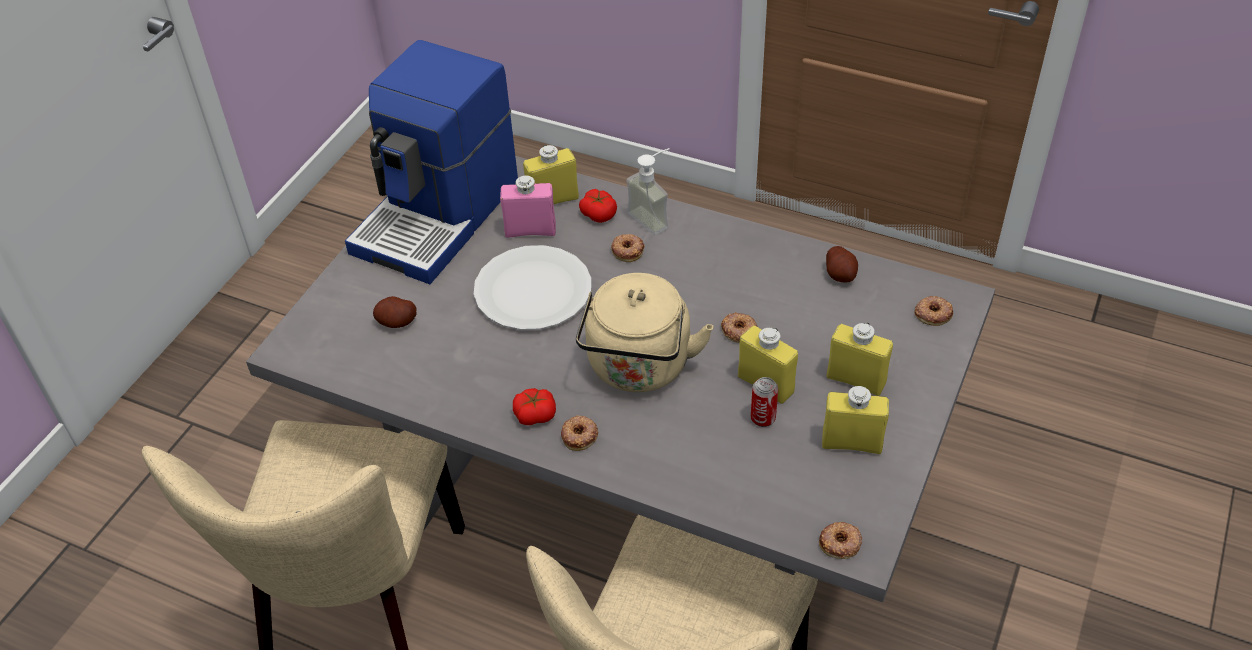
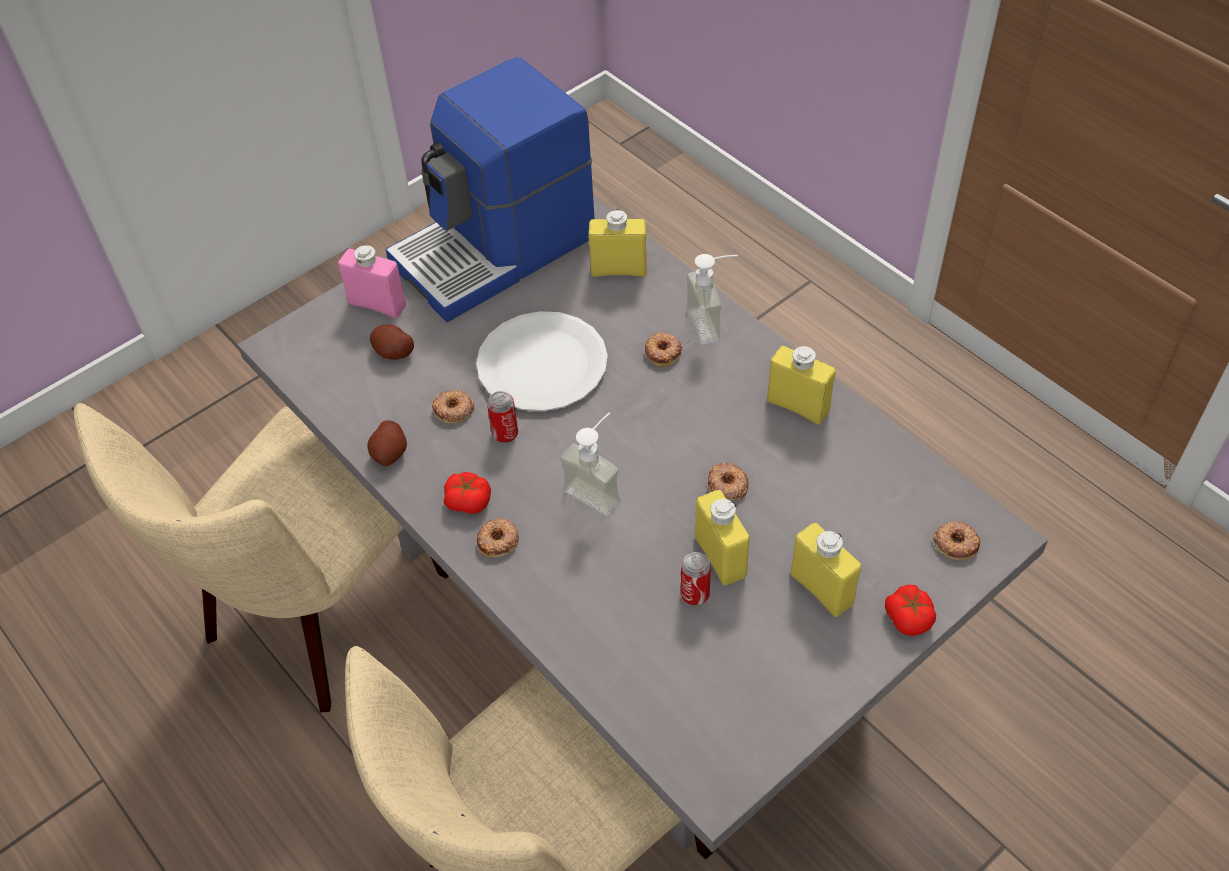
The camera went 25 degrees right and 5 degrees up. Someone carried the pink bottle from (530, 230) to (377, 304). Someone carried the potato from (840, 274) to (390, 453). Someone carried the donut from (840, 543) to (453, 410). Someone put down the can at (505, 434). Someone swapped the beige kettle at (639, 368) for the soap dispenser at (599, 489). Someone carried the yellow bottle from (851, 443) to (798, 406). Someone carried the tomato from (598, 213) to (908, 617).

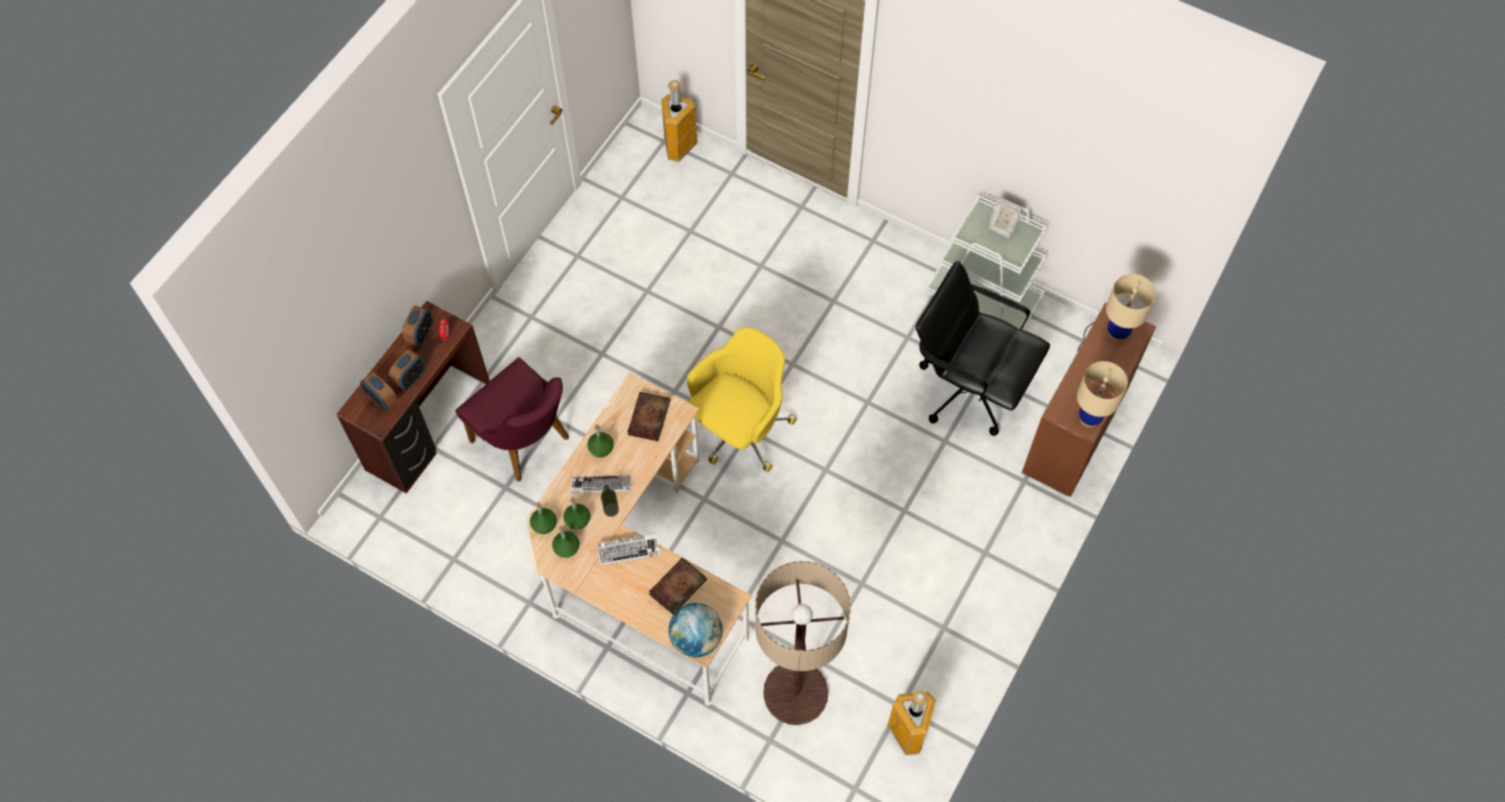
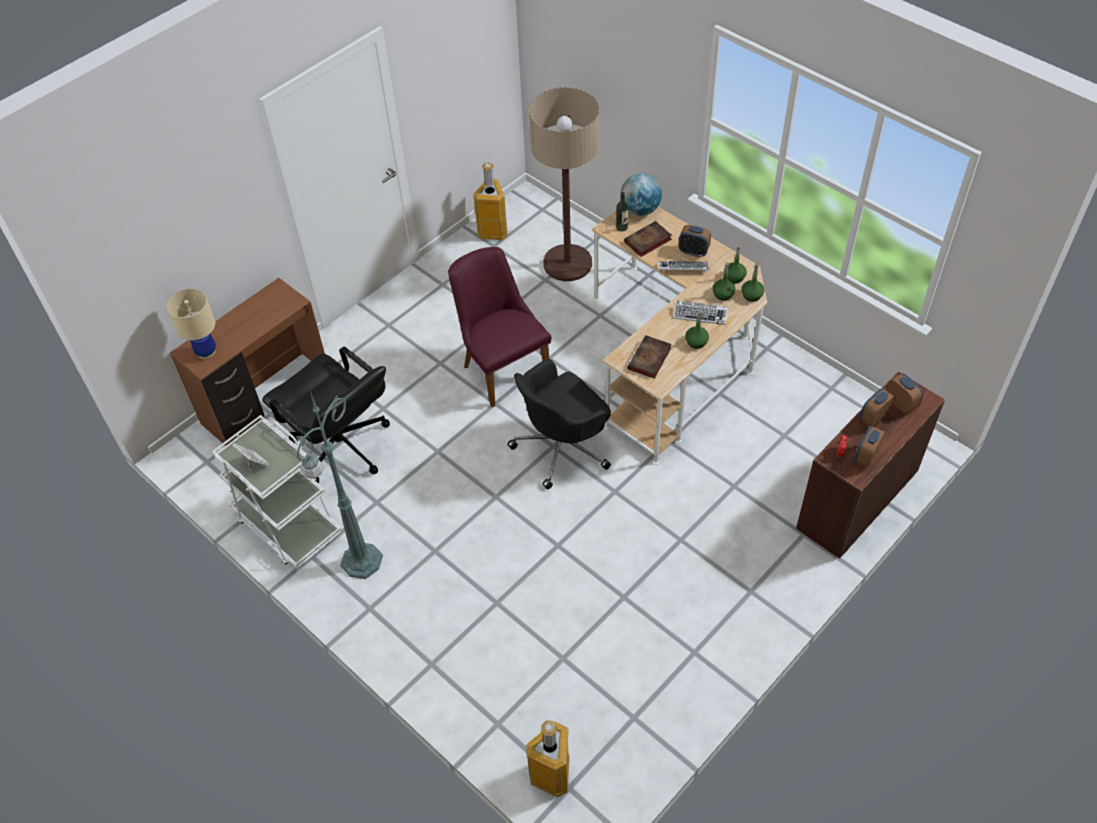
The camera went 165 degrees left and 10 degrees down. Someone put down the green floor lamp at (360, 562). Someone carried the purple chair from (527, 444) to (501, 366). Someone repainted the yellow office chair at (738, 430), which became the black office chair at (562, 447). Someone carried the bottle from (611, 509) to (621, 227). Someone put down the alarm clock at (693, 251). Someone took away the beige table lamp at (1089, 418).

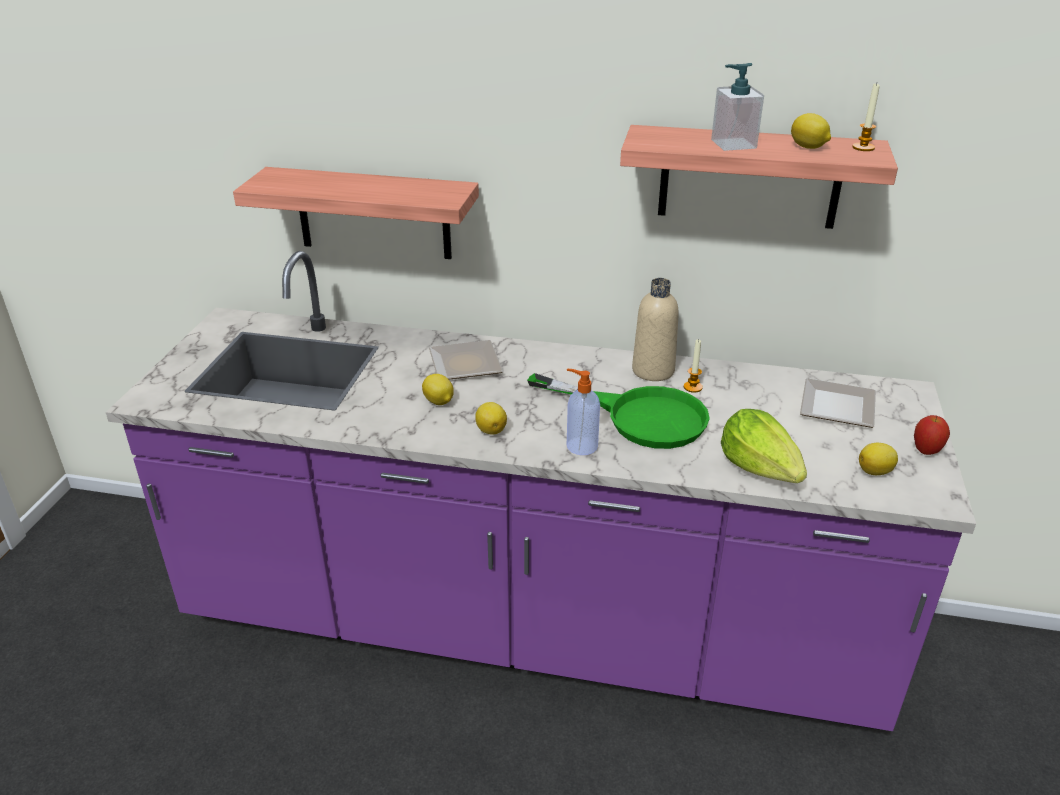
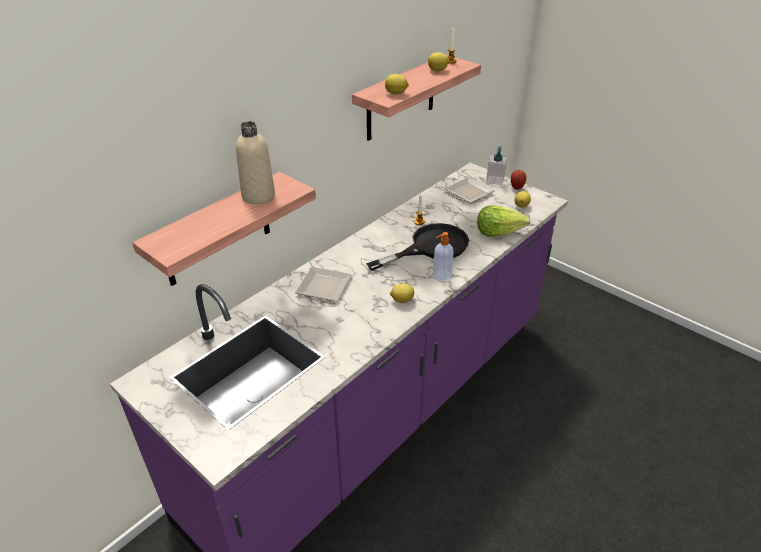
The camera went 60 degrees left and 5 degrees up. Someone carried the beige bottle from (653, 371) to (258, 196). Someone repainted the green frying pan at (639, 416), which became the black frying pan at (430, 247). Someone carried the lemon from (439, 402) to (396, 93). Someone carried the soap dispenser from (733, 144) to (495, 180).

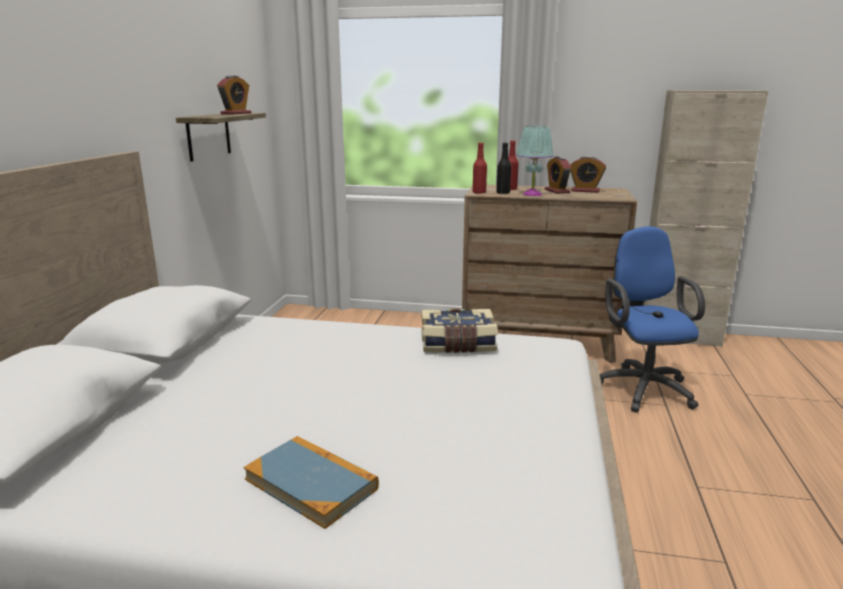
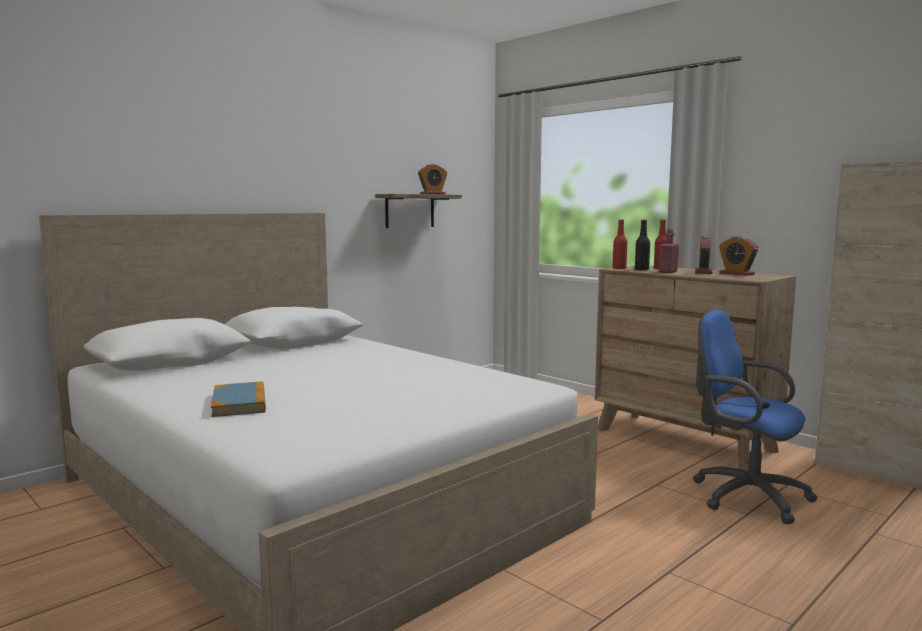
The camera went 35 degrees right and 10 degrees down. Someone swapped the turquoise table lamp at (532, 194) for the red bottle at (668, 272). Someone rotated the blue office chair at (642, 387) by 75 degrees counterclockwise. Someone took away the book at (458, 344).

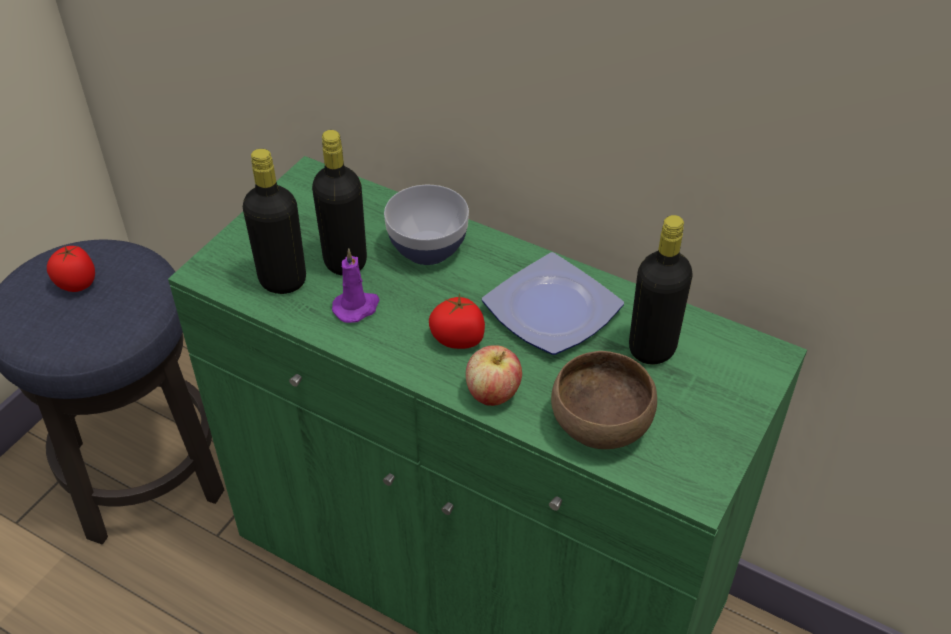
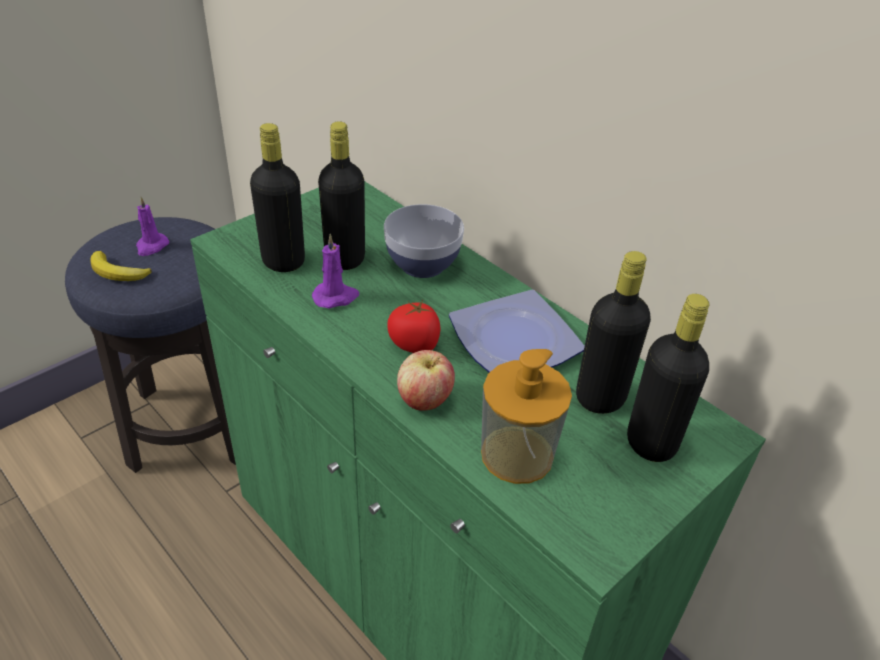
The camera went 15 degrees right and 5 degrees down. Someone put down the banana at (118, 272). Someone swapped the tomato at (77, 285) for the purple candle at (151, 246). Someone swapped the brown bowl at (598, 424) for the soap dispenser at (517, 454). Someone put down the black bottle at (651, 443).

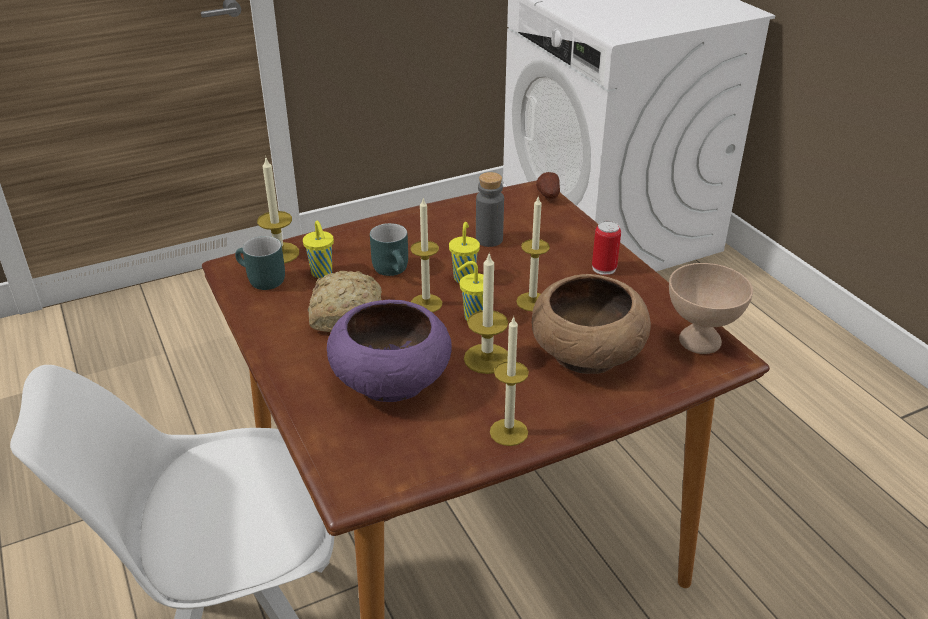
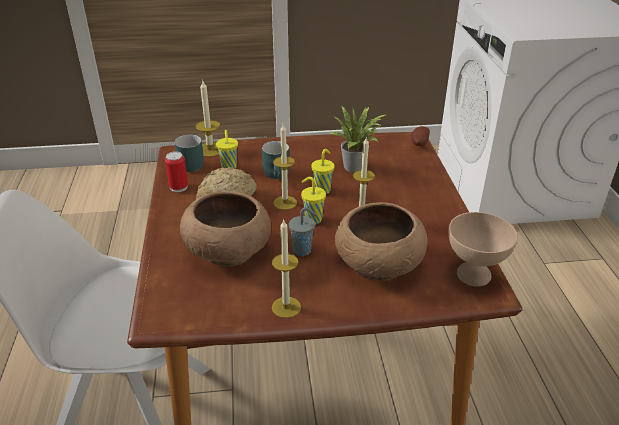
The camera went 20 degrees right and 0 degrees up. Someone carried the can from (604, 268) to (178, 187). Someone repainted the purple bowl at (391, 380), which became the brown bowl at (228, 250). Someone swapped the candle at (487, 358) for the grey cup at (303, 250). Someone swapped the grey bottle at (489, 240) for the potted plant at (357, 167).

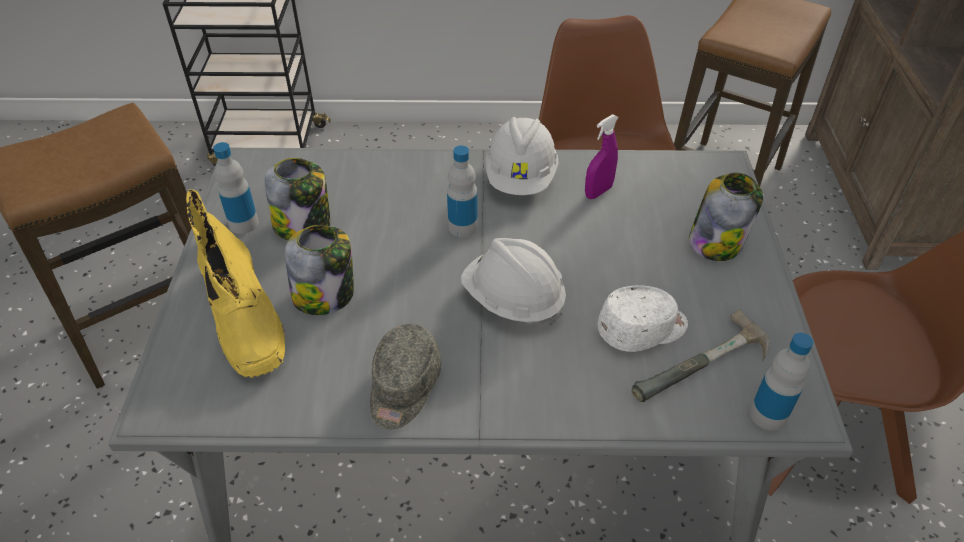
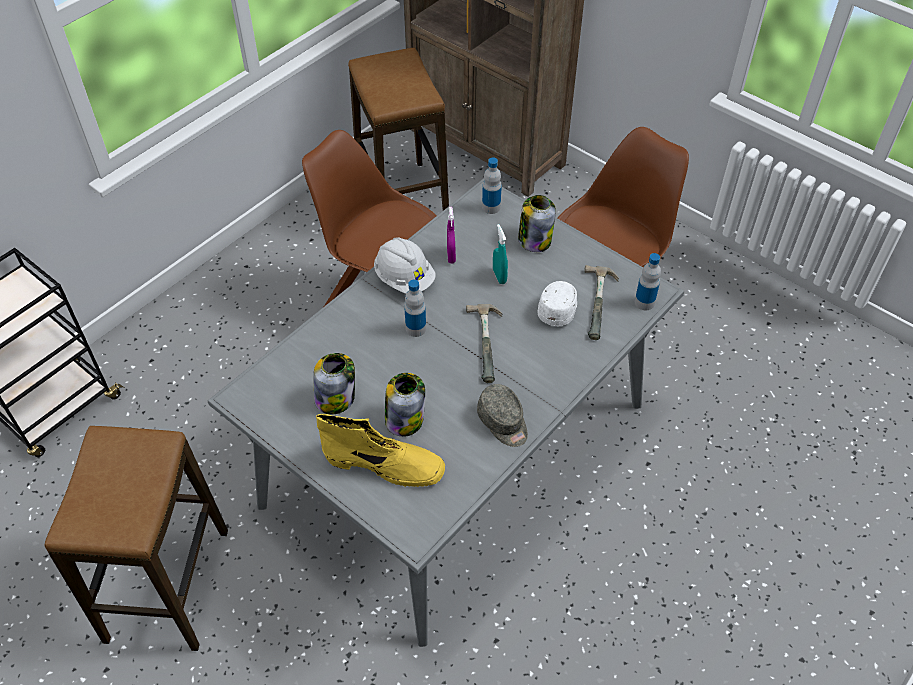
The camera went 50 degrees left and 5 degrees up. Someone swapped the white hard hat at (512, 300) for the hammer at (490, 343). Someone carried the bottle from (243, 223) to (491, 207). Someone put down the turquoise spray bottle at (499, 276).

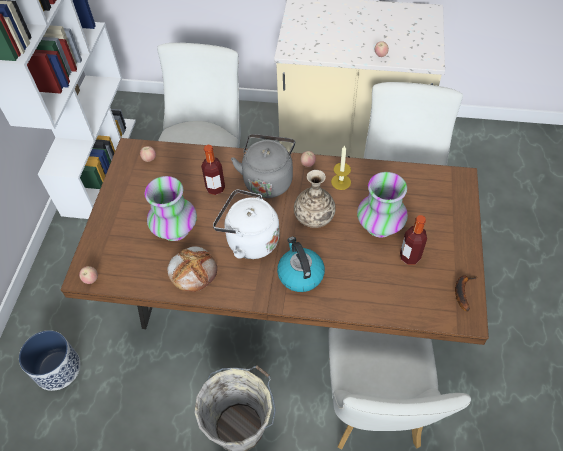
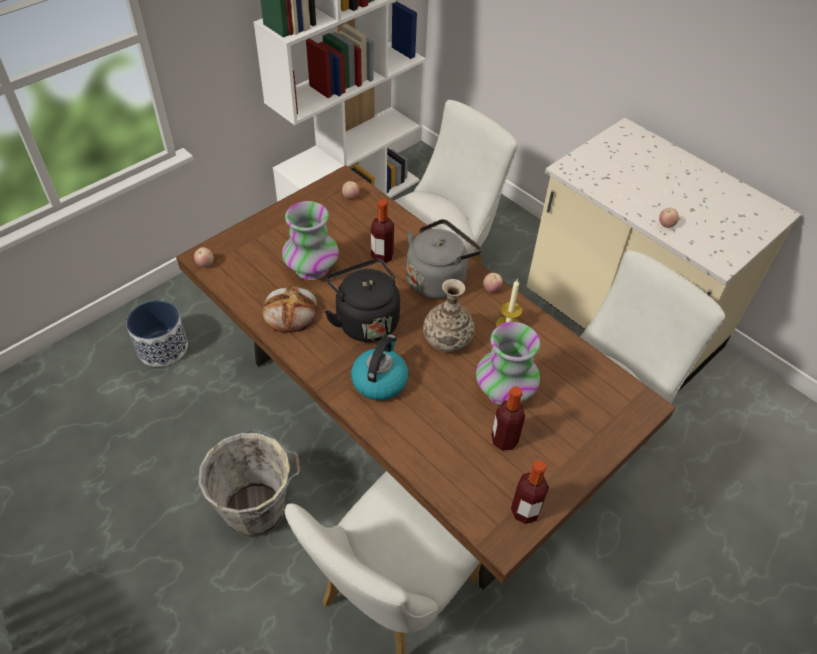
The camera went 35 degrees right and 5 degrees down. Someone repainted the white kettle at (249, 240), which became the black kettle at (365, 320). Someone swapped the banana at (462, 291) for the bottle at (525, 511).

